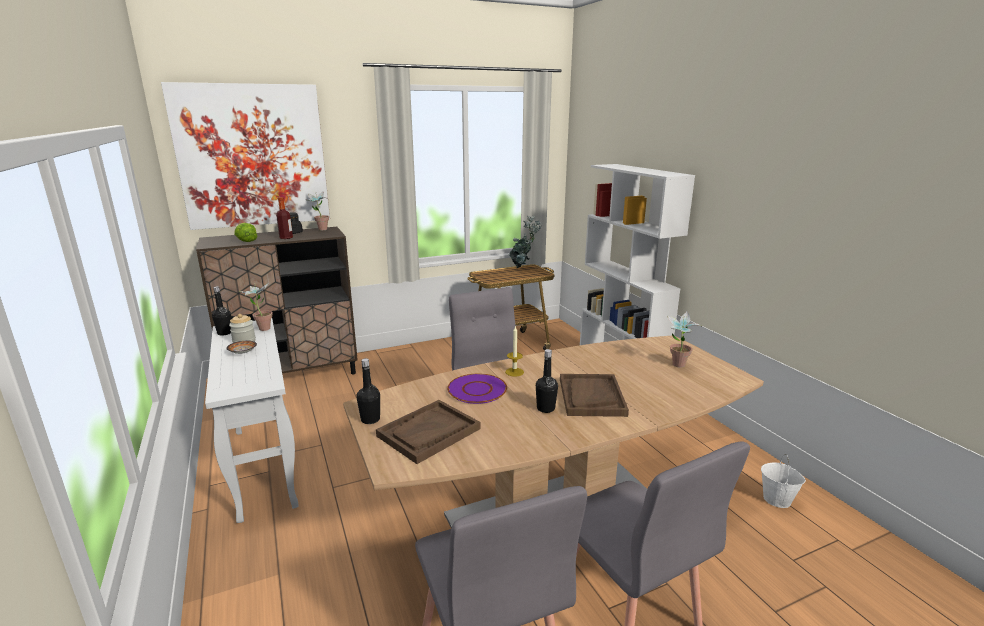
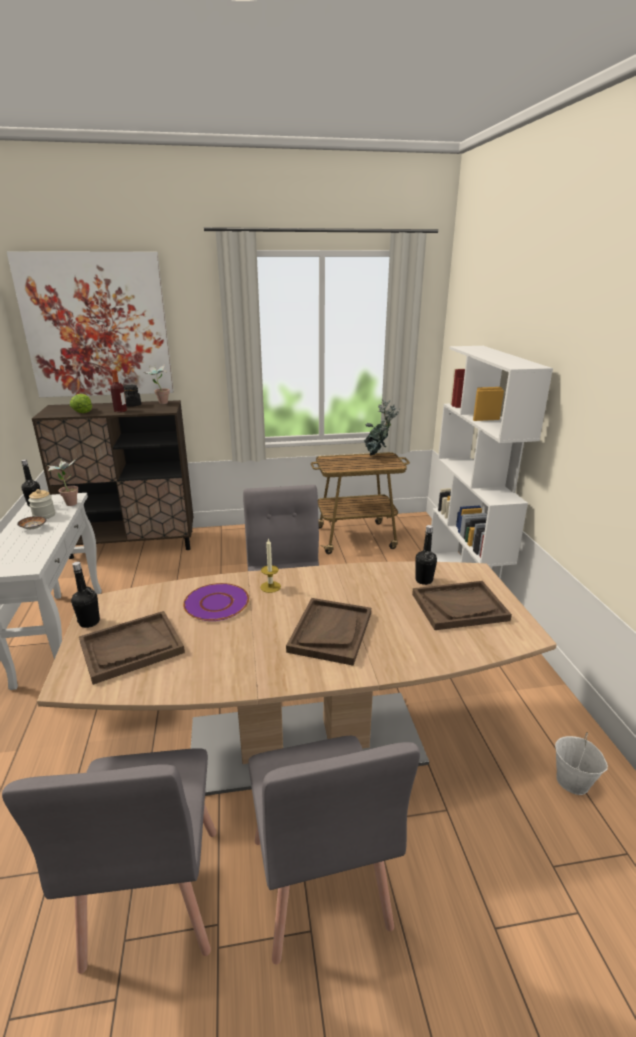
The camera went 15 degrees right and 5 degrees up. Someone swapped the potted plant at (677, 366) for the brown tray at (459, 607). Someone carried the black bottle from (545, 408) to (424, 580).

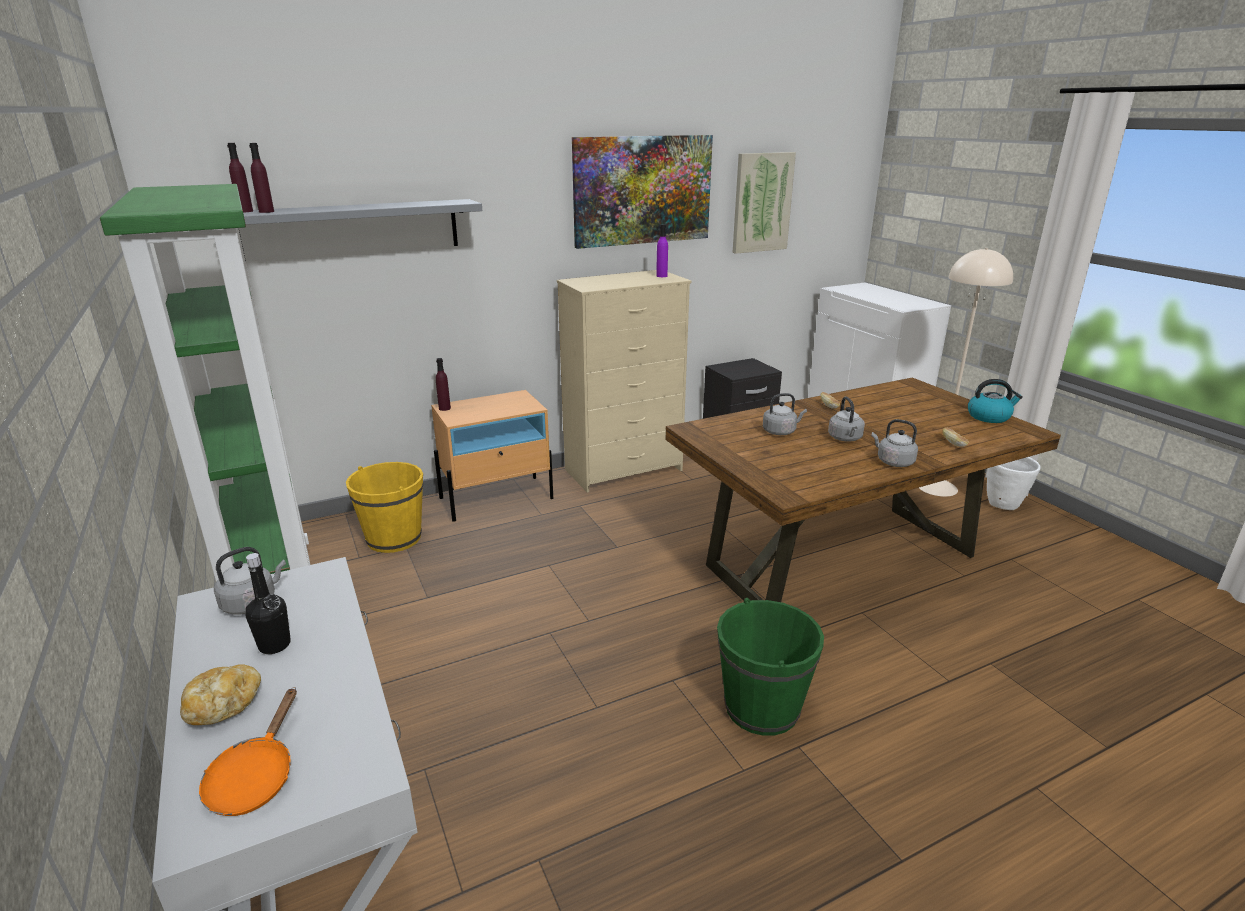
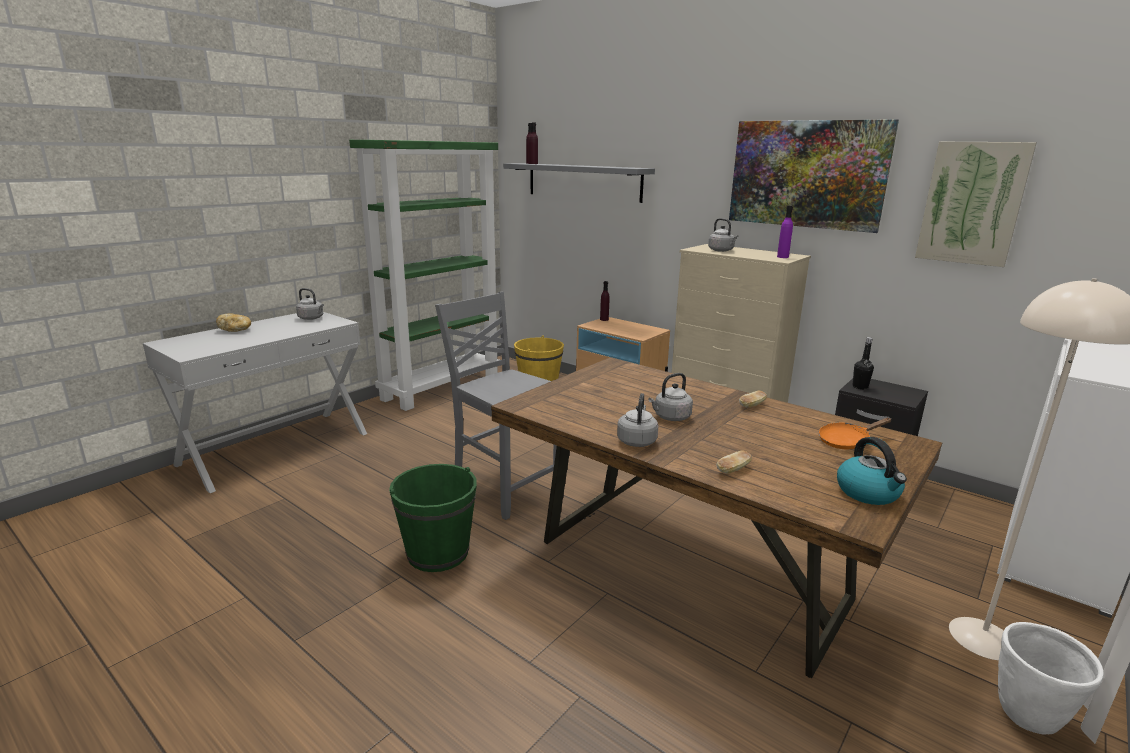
The camera went 65 degrees right and 5 degrees down. Someone put down the grey chair at (505, 487). Someone carried the grey kettle from (780, 431) to (722, 250). Someone carried the orange frying pan from (255, 777) to (847, 441). Someone carried the black bottle from (274, 645) to (860, 387).

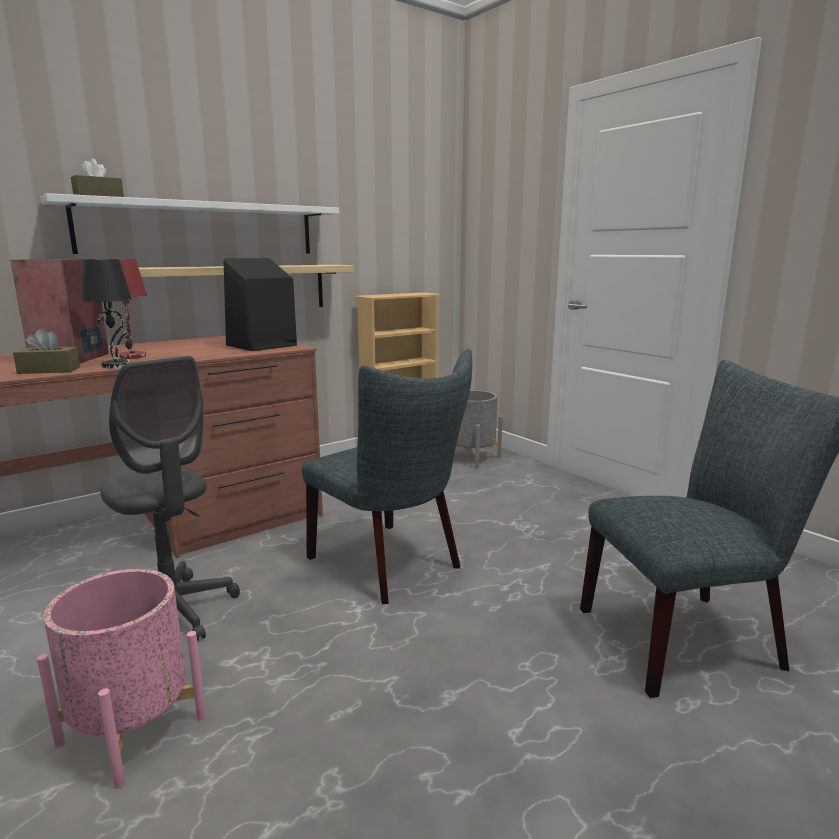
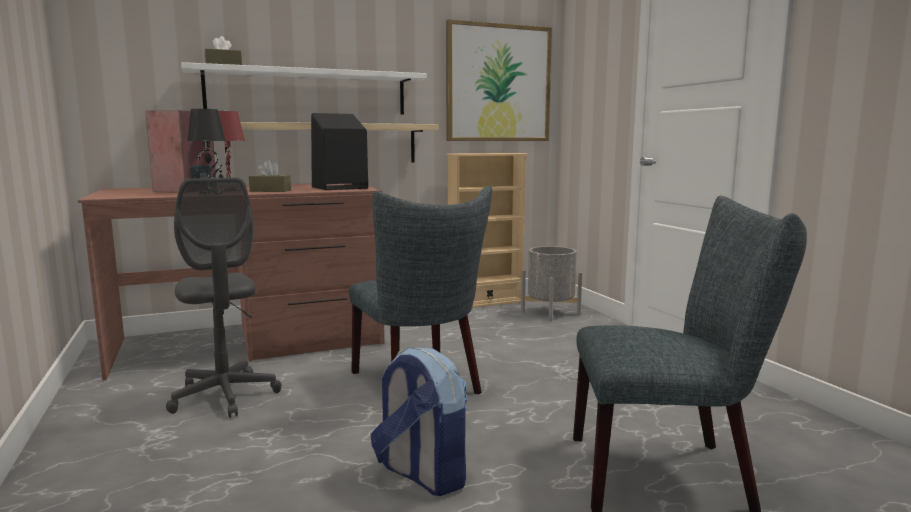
The camera went 15 degrees right and 5 degrees down. Someone carried the brown tissue box from (49, 370) to (270, 191). Someone put down the backpack at (421, 475). Someone put up the picture at (498, 83). Someone took away the pink planter at (132, 730).

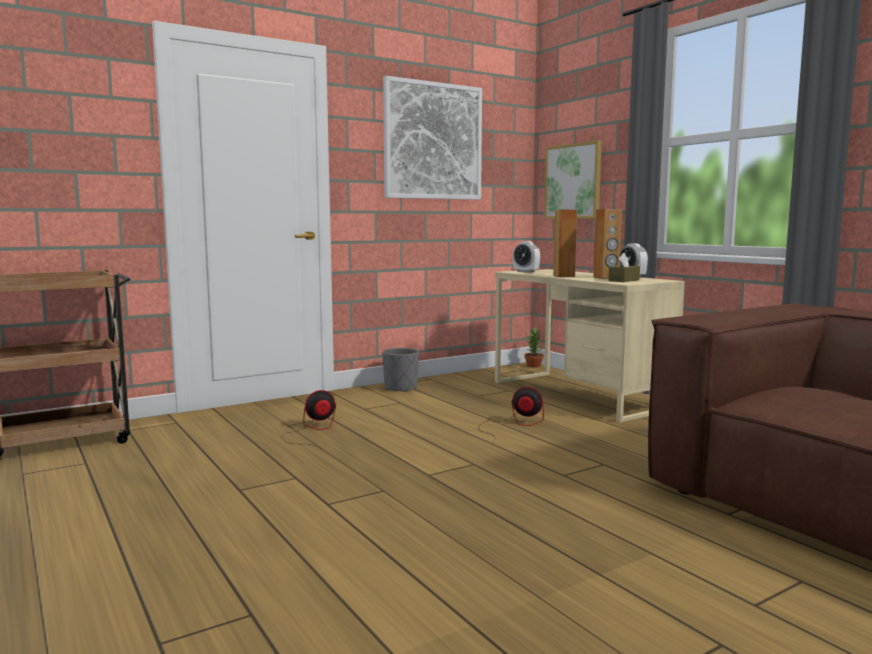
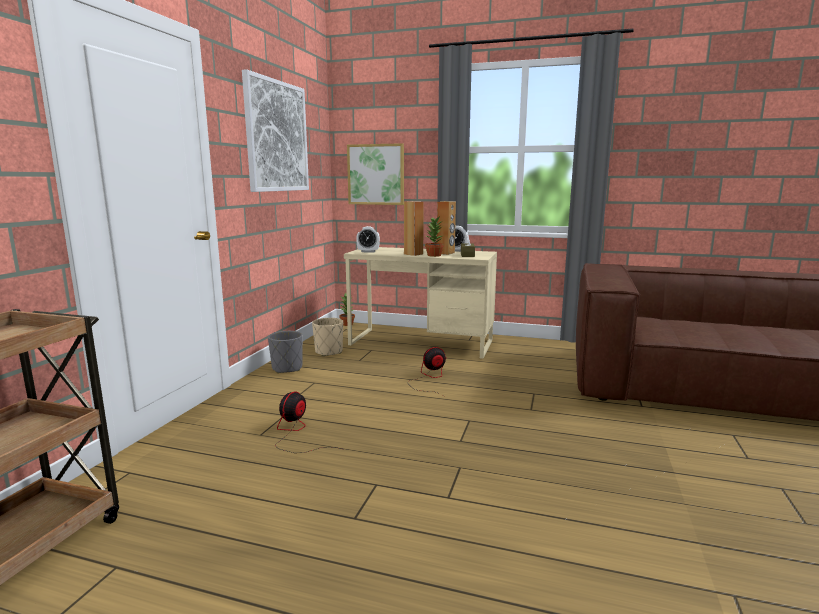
The camera went 40 degrees left and 5 degrees up. Someone put down the beige planter at (328, 352). Someone put down the potted plant at (434, 255).

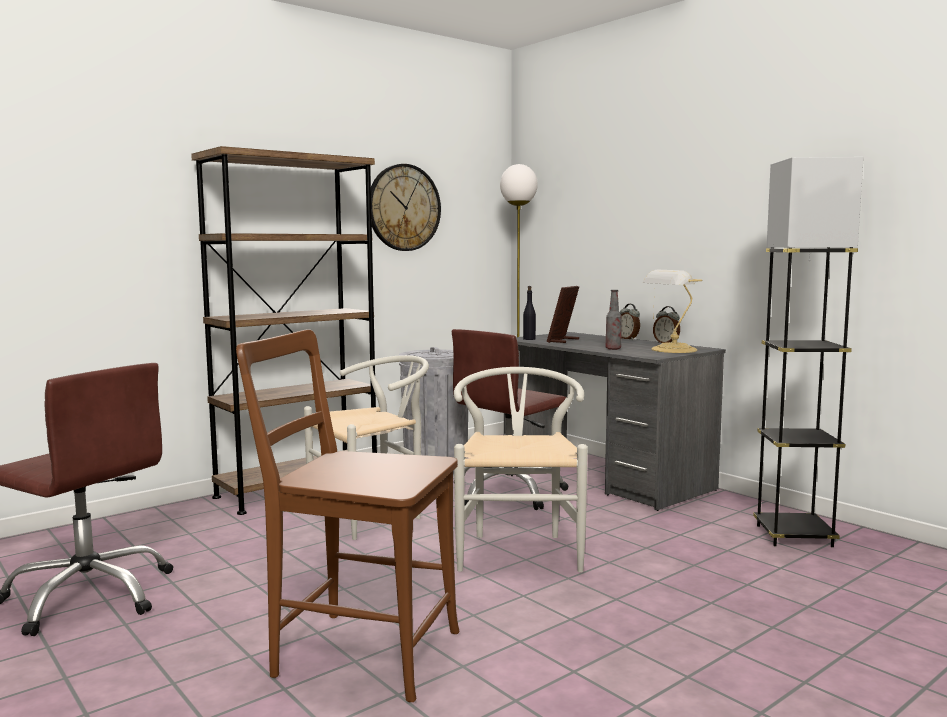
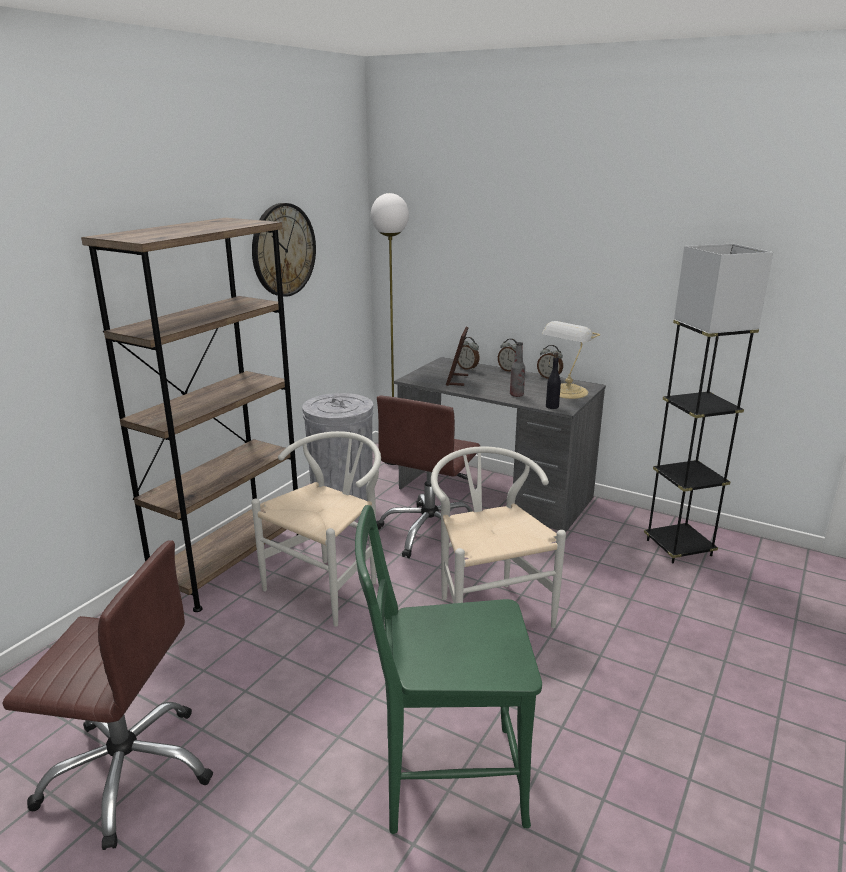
The camera went 20 degrees left and 15 degrees up. Someone repainted the brown chair at (358, 652), which became the green chair at (443, 778). Someone put down the alarm clock at (467, 368). Someone carried the black bottle from (529, 339) to (552, 406).

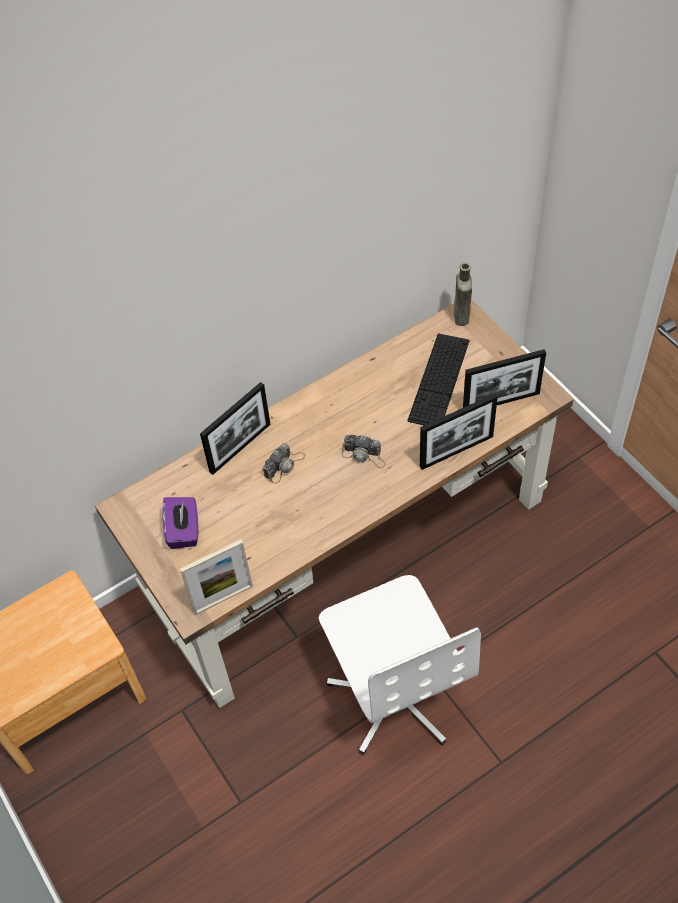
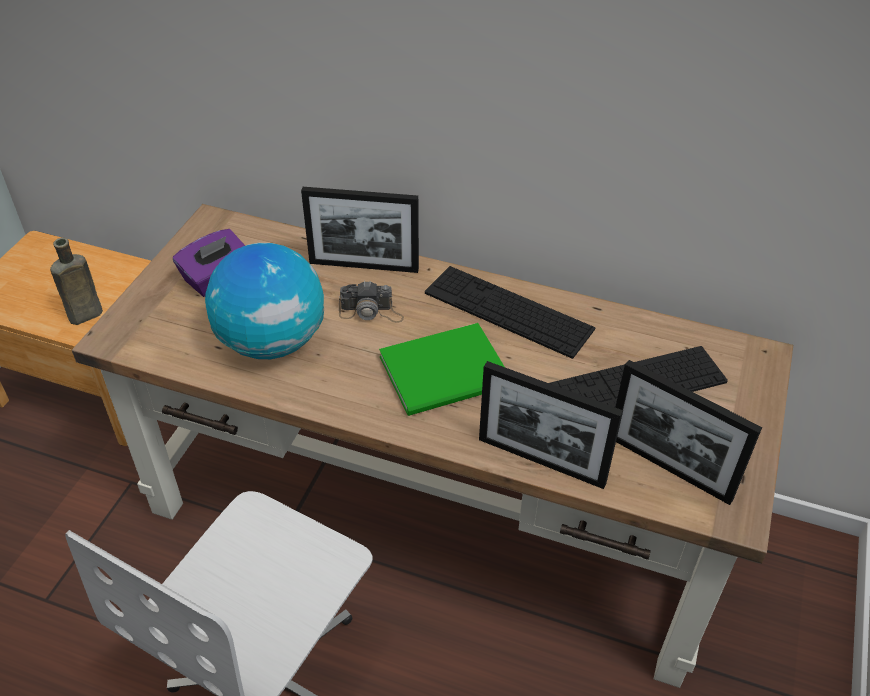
The camera went 50 degrees right and 10 degrees down. Someone carried the brown bottle from (461, 317) to (83, 316). Someone put down the globe at (272, 342). Someone swapped the photo camera at (364, 455) for the green book at (449, 373). Someone put down the keyboard at (508, 311). Someone took away the picture frame at (223, 599).

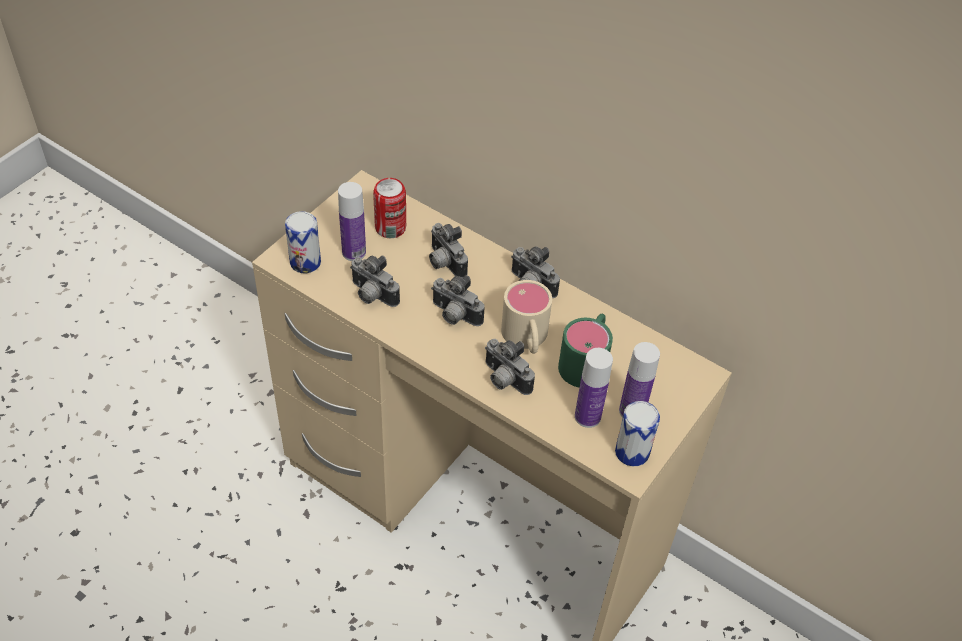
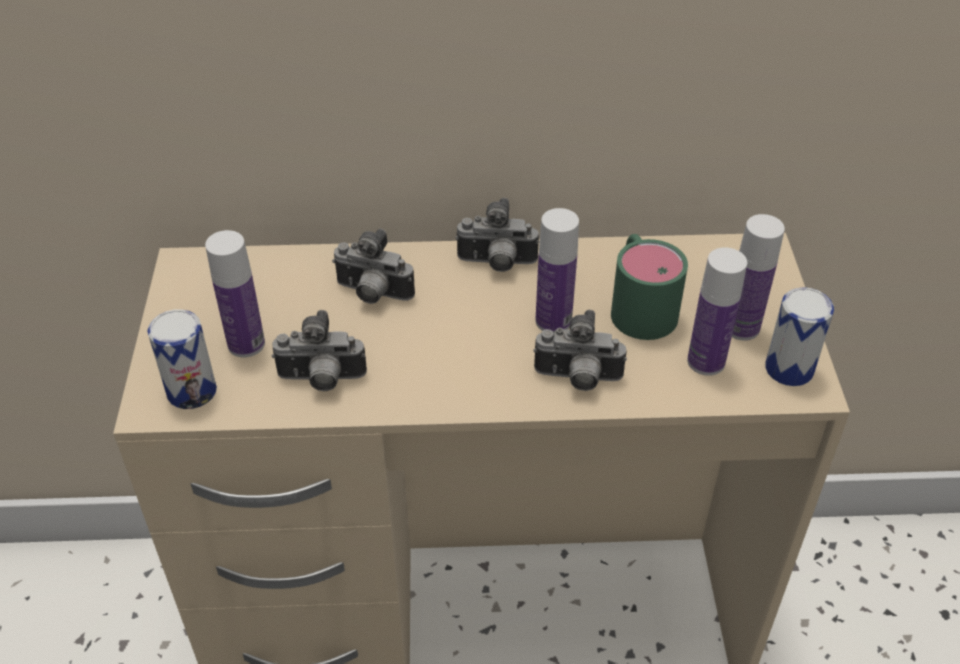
The camera went 35 degrees left and 5 degrees down. Someone swapped the beige mug at (526, 339) for the bottle at (553, 321). Someone took away the can at (390, 228). Someone took away the photo camera at (454, 316).

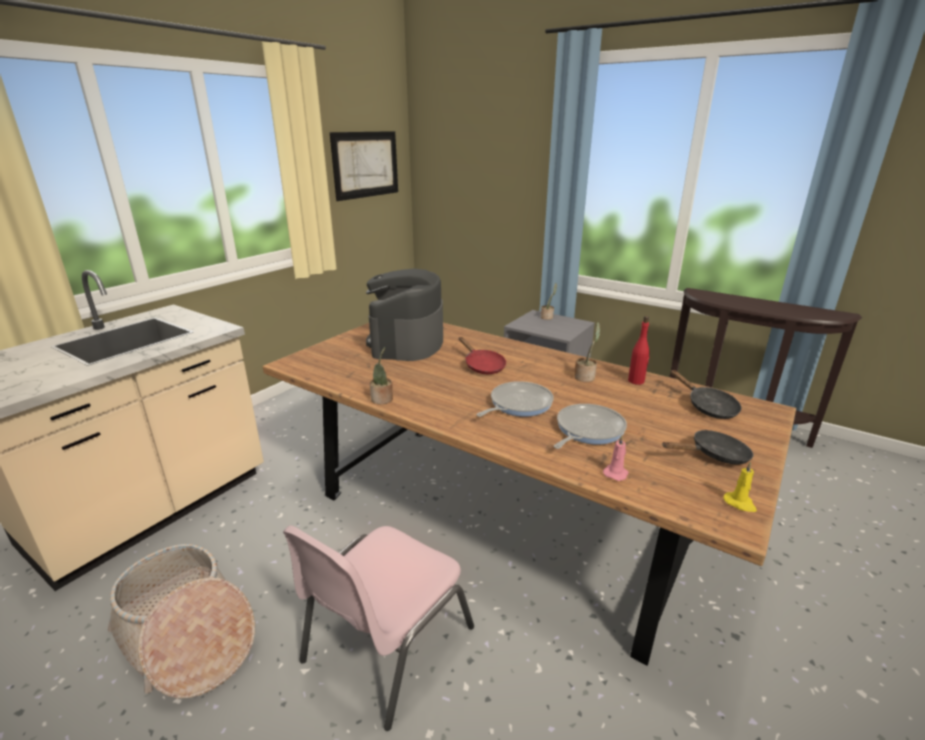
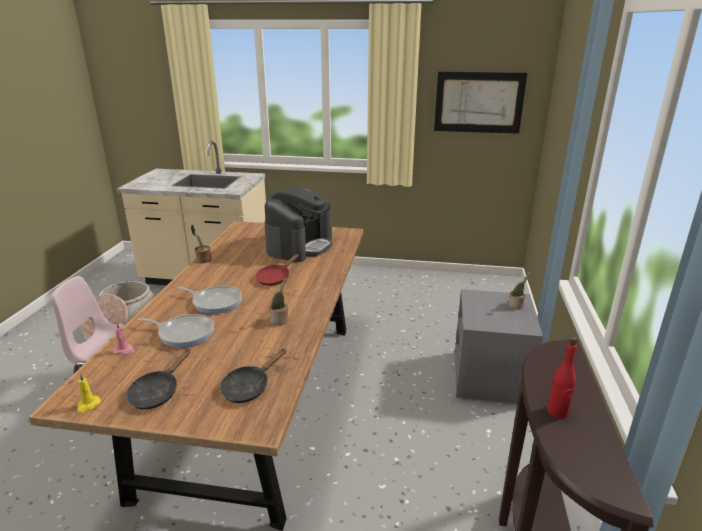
The camera went 65 degrees right and 0 degrees up. Someone rotated the black frying pan at (714, 455) by 60 degrees clockwise. Someone rotated the coffee machine at (406, 342) by 135 degrees clockwise. Someone carried the red bottle from (636, 381) to (557, 411).

